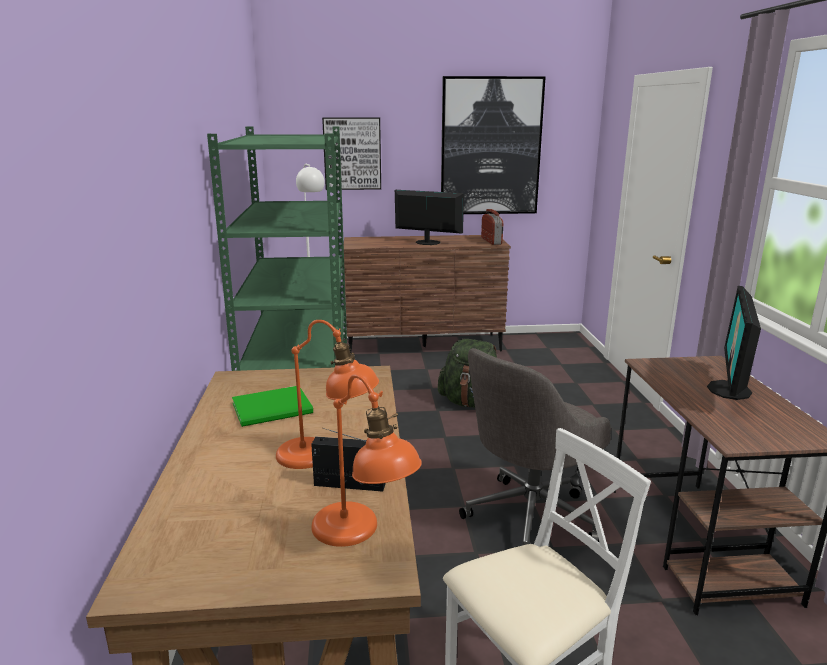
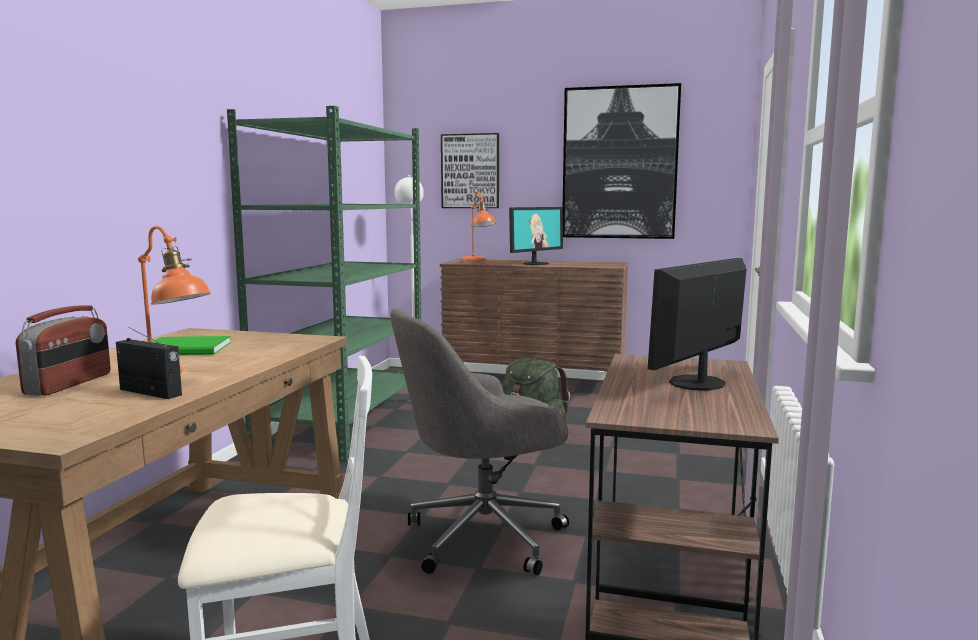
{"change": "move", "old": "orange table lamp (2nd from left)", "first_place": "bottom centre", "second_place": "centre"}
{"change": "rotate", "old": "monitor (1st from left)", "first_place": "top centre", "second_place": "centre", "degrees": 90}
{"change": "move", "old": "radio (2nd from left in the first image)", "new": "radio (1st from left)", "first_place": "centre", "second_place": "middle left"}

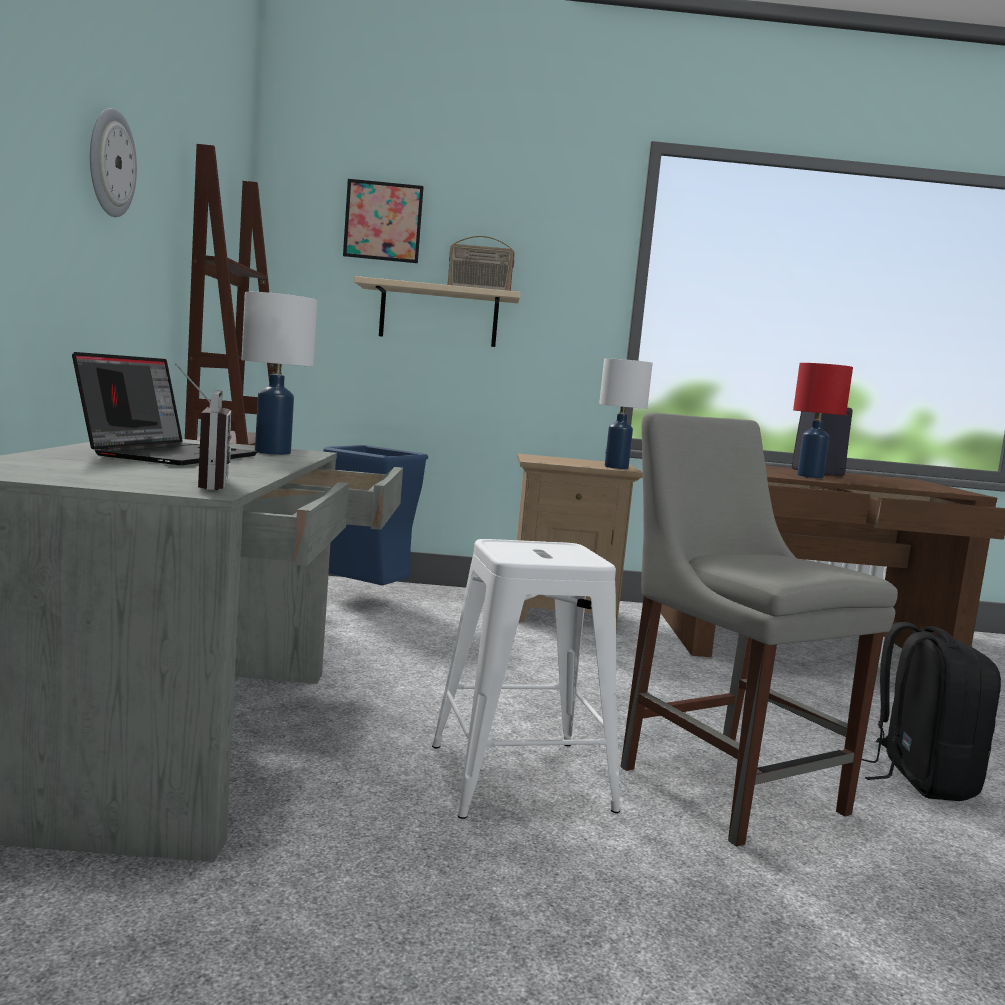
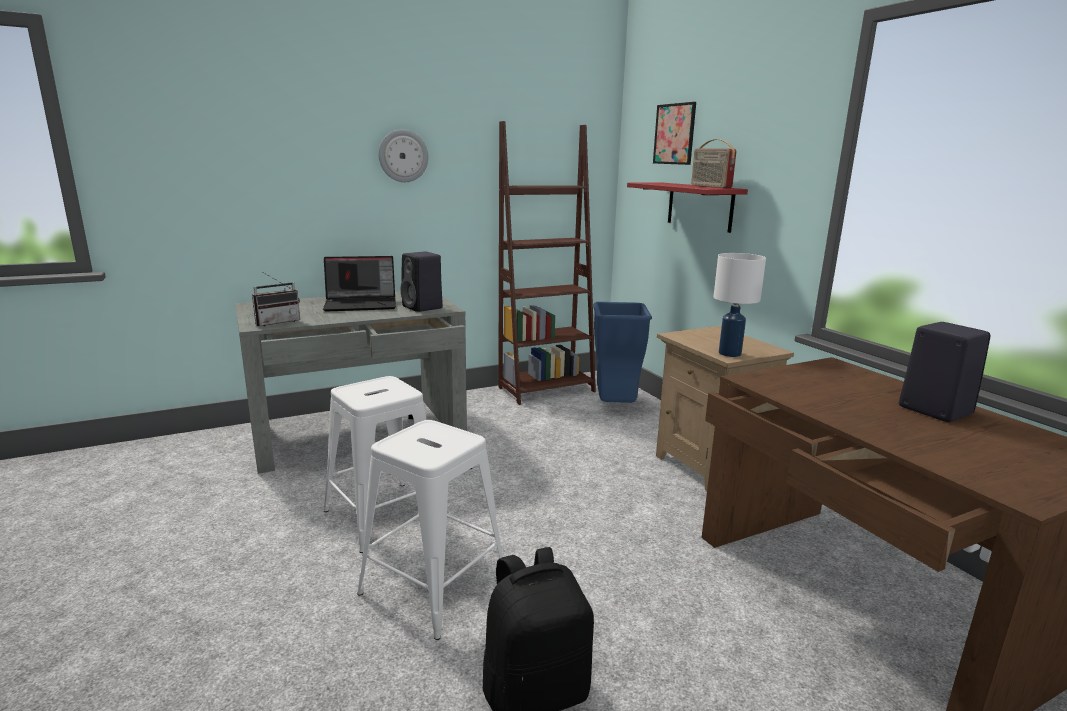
{"change": "replace", "old": "white table lamp (1st from left)", "new": "black speaker (1st from left)", "first_place": "middle left", "second_place": "centre"}
{"change": "recolor", "old": "beige shelf", "new": "red shelf", "first_place": "top centre", "second_place": "top centre"}
{"change": "replace", "old": "grey chair", "new": "white stool (2nd from left)", "first_place": "middle right", "second_place": "bottom centre"}
{"change": "delete", "old": "red table lamp", "first_place": "middle right"}

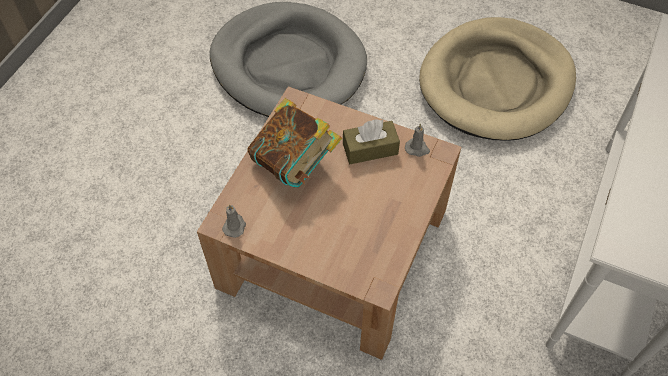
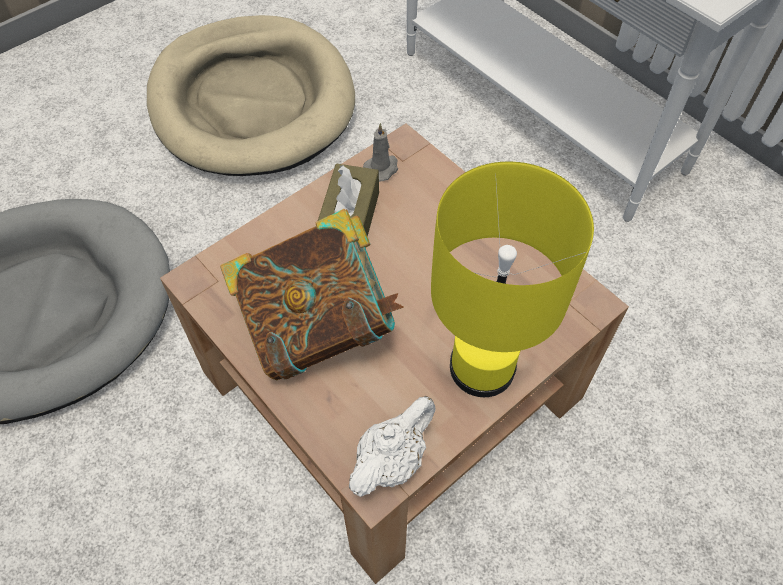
{"change": "replace", "old": "grey candle (1st from left)", "new": "white teapot", "first_place": "centre", "second_place": "bottom centre"}
{"change": "insert", "new": "yellow table lamp", "second_place": "centre"}

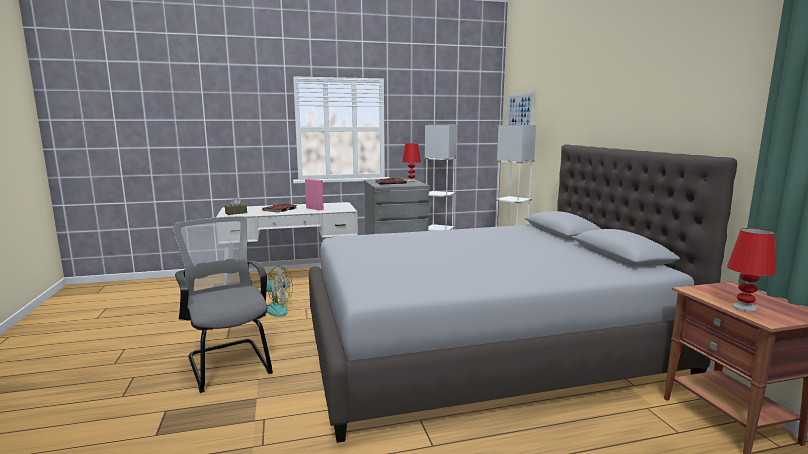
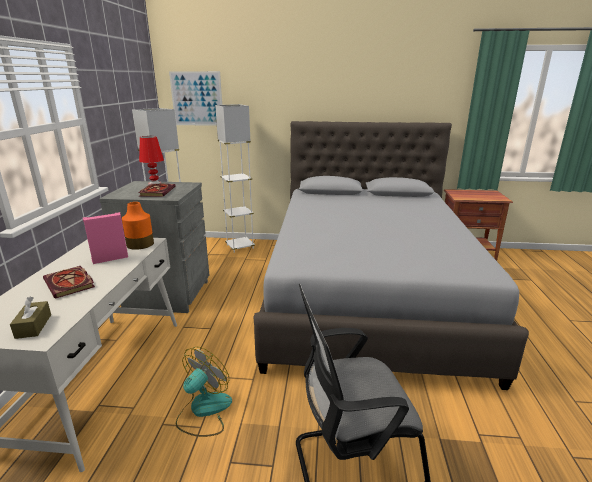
{"change": "delete", "old": "red table lamp (2nd from left)", "first_place": "middle right"}
{"change": "insert", "new": "orange vase", "second_place": "middle left"}

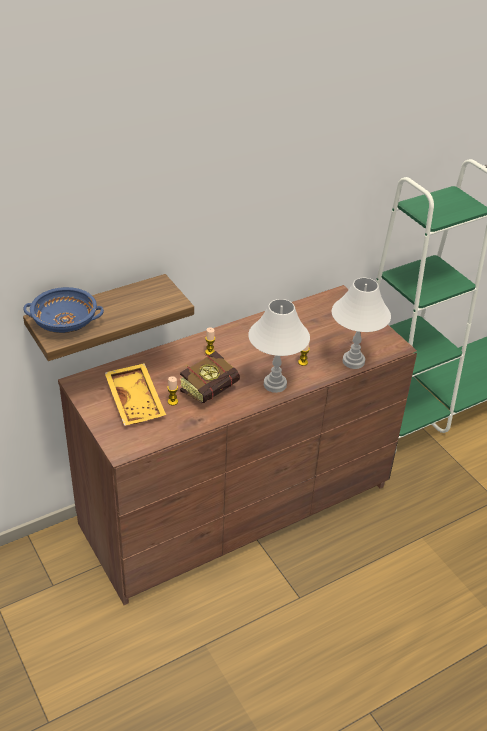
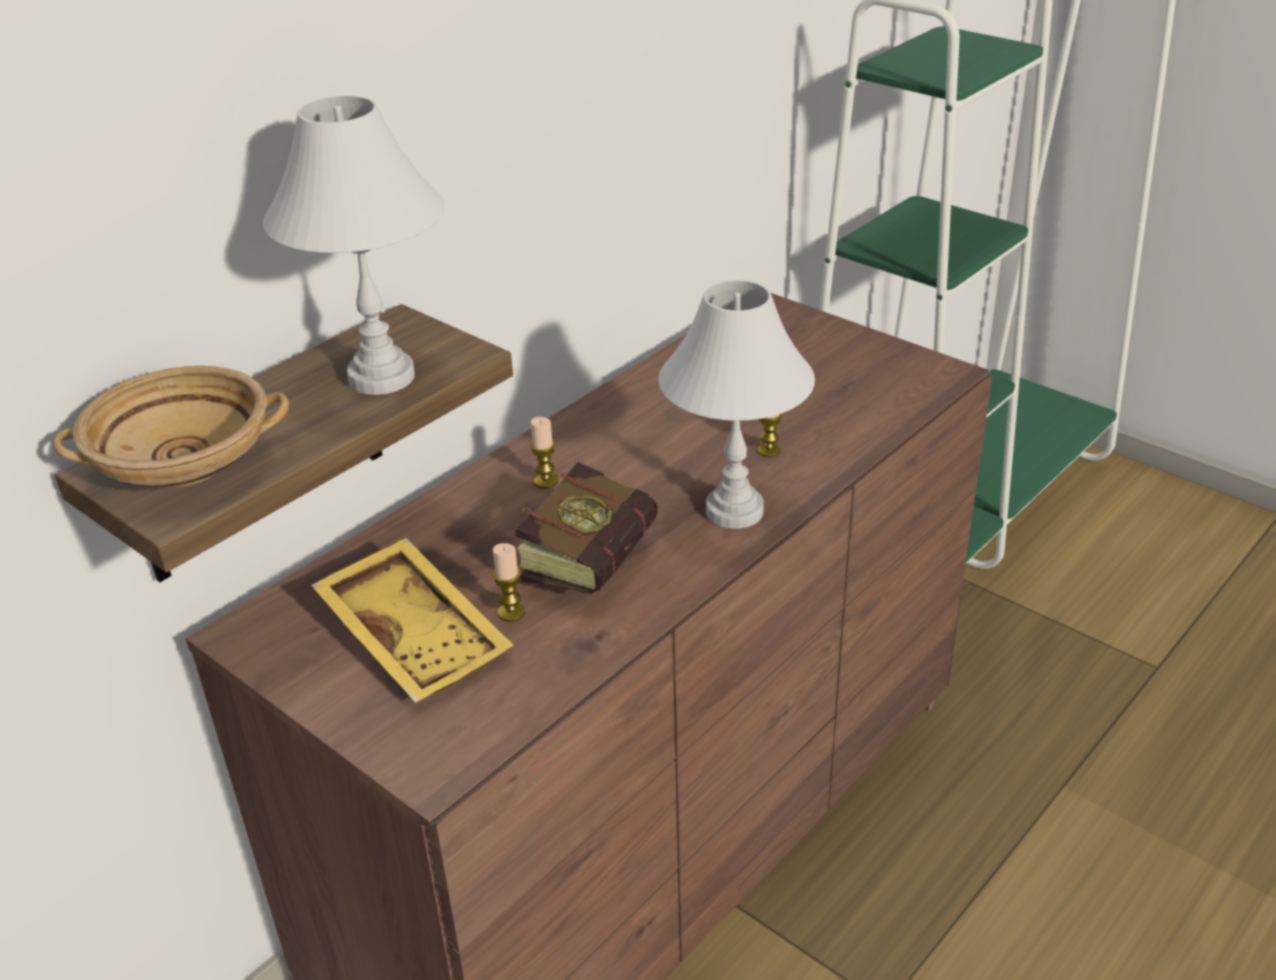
{"change": "recolor", "old": "blue bowl", "new": "beige bowl", "first_place": "middle left", "second_place": "middle left"}
{"change": "move", "old": "white table lamp (2nd from left in the first image)", "new": "white table lamp (1st from left)", "first_place": "middle right", "second_place": "top left"}

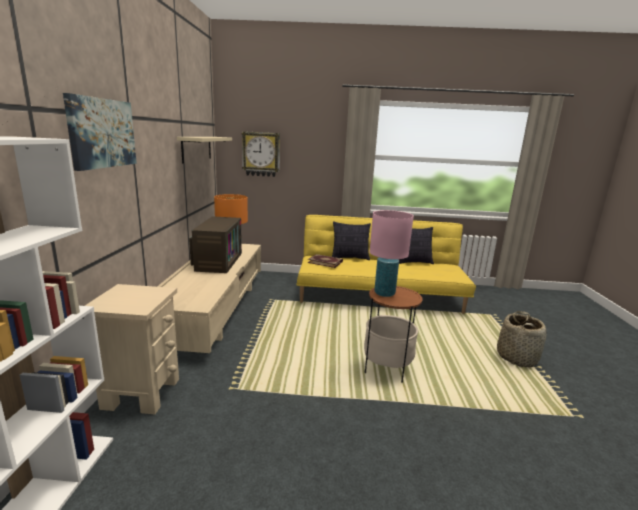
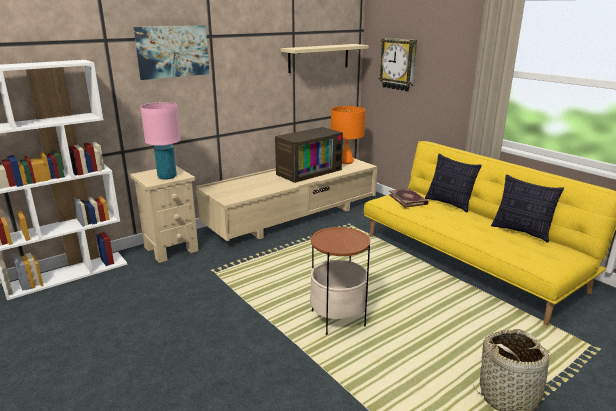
{"change": "move", "old": "pink table lamp", "first_place": "centre", "second_place": "middle left"}

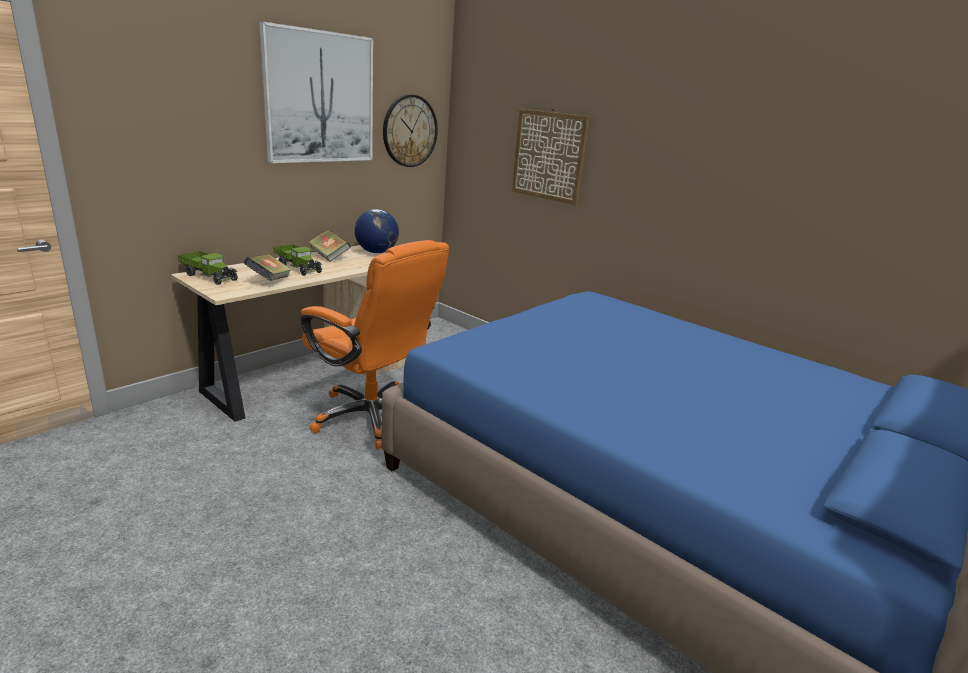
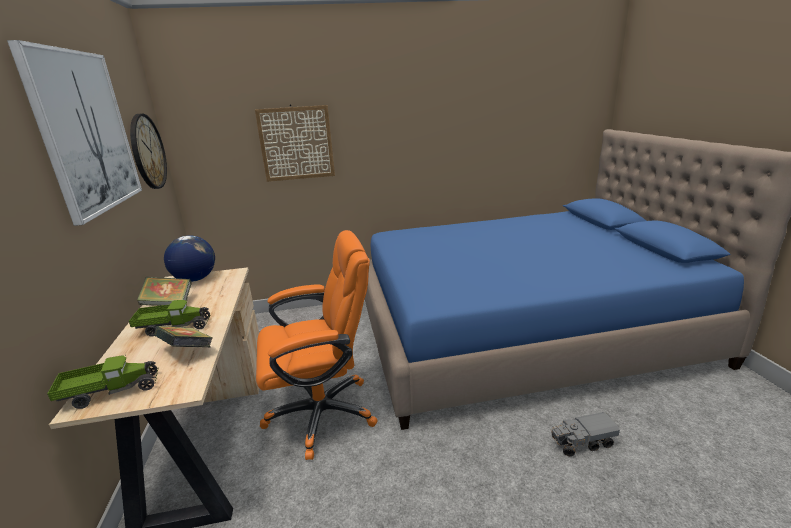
{"change": "insert", "new": "toy truck (3rd from left)", "second_place": "bottom right"}

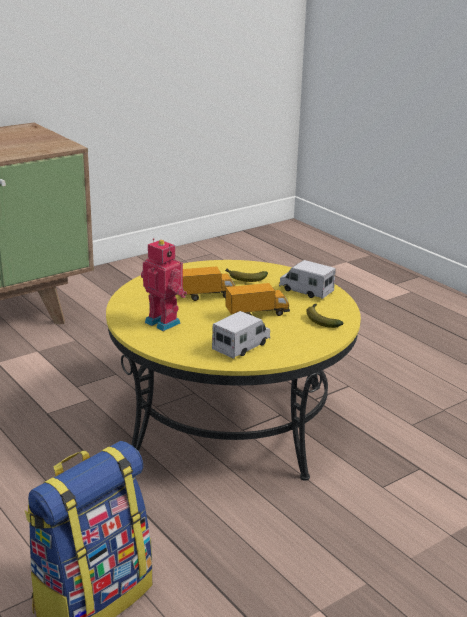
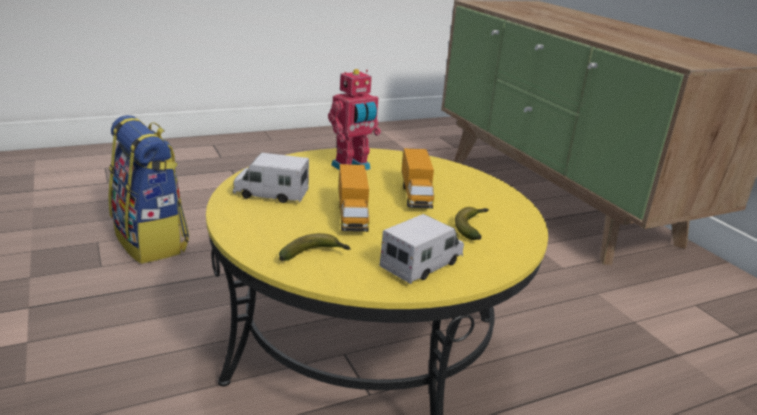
{"change": "rotate", "old": "toy truck (2nd from left in the first image)", "first_place": "centre", "second_place": "centre", "degrees": 135}

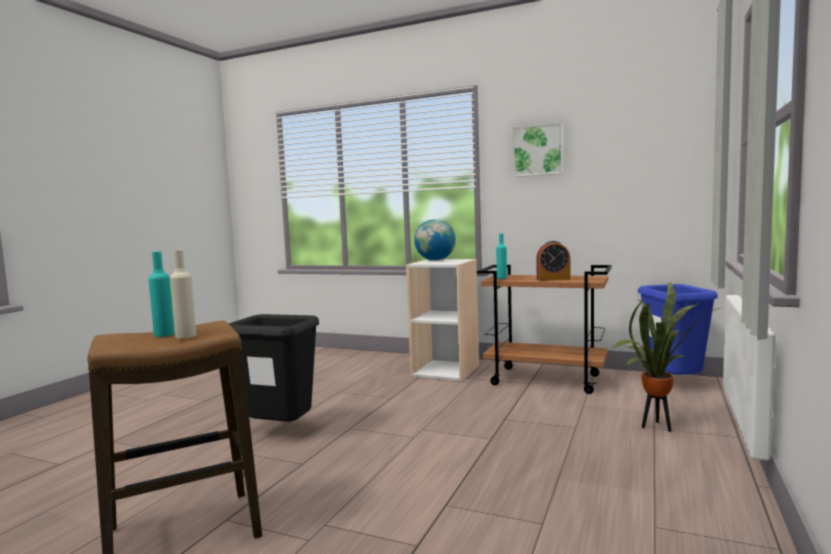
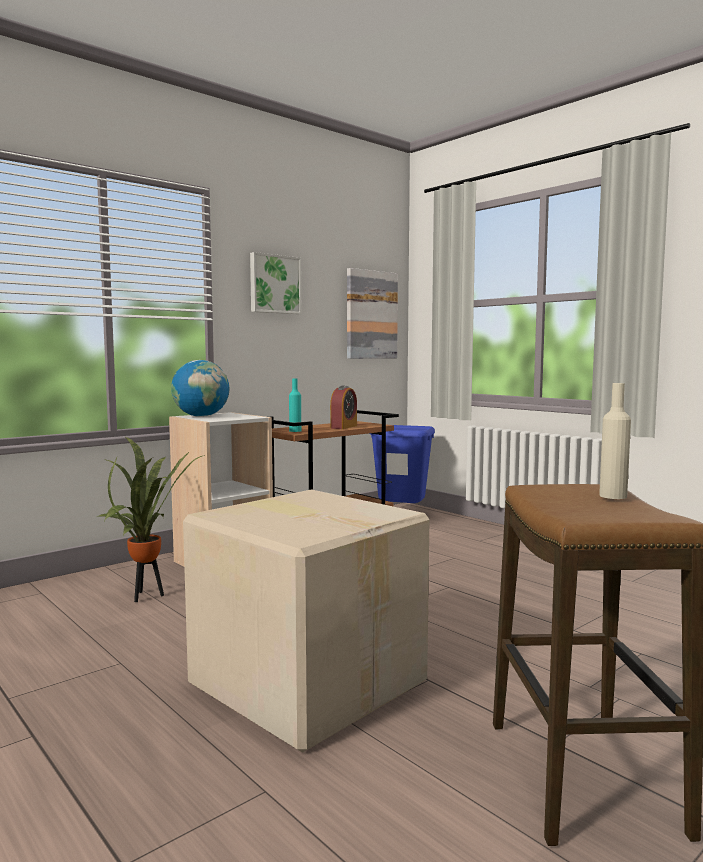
{"change": "delete", "old": "turquoise bottle (1st from left)", "first_place": "middle left"}
{"change": "replace", "old": "black trash can", "new": "cardboard box", "first_place": "middle left", "second_place": "bottom centre"}
{"change": "move", "old": "potted plant", "first_place": "middle right", "second_place": "middle left"}
{"change": "insert", "new": "picture (2nd from left)", "second_place": "centre"}

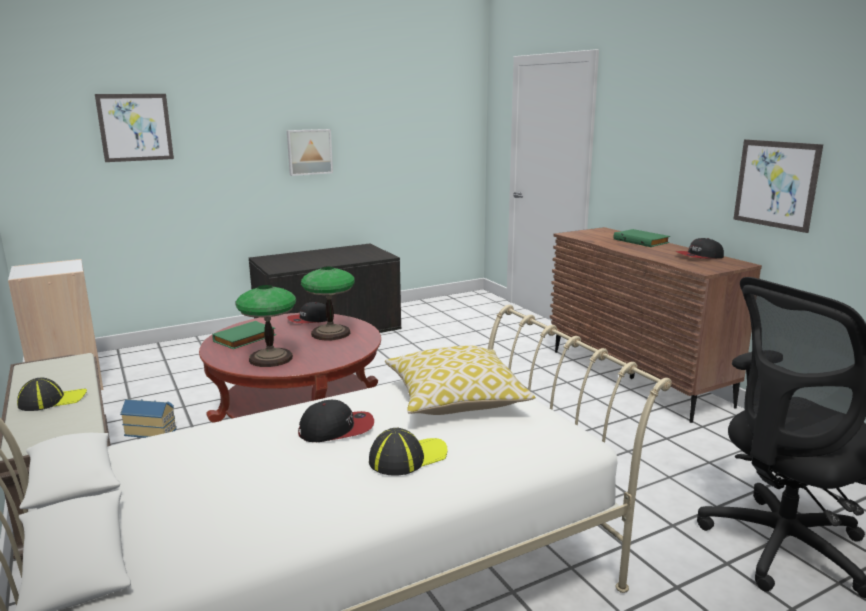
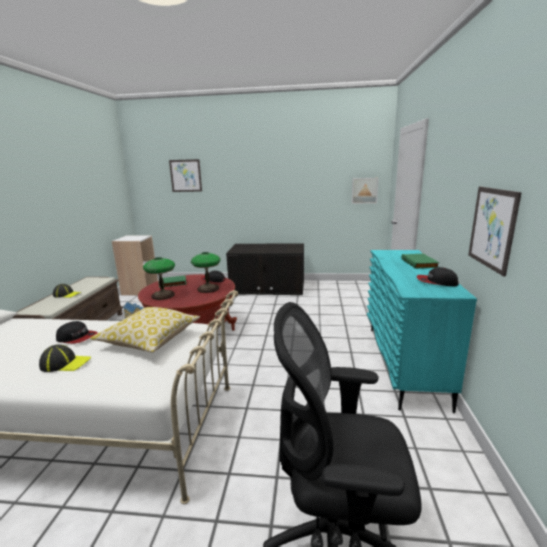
{"change": "move", "old": "picture (2nd from left)", "first_place": "top centre", "second_place": "middle right"}
{"change": "recolor", "old": "brown dresser", "new": "turquoise dresser", "first_place": "middle right", "second_place": "middle right"}

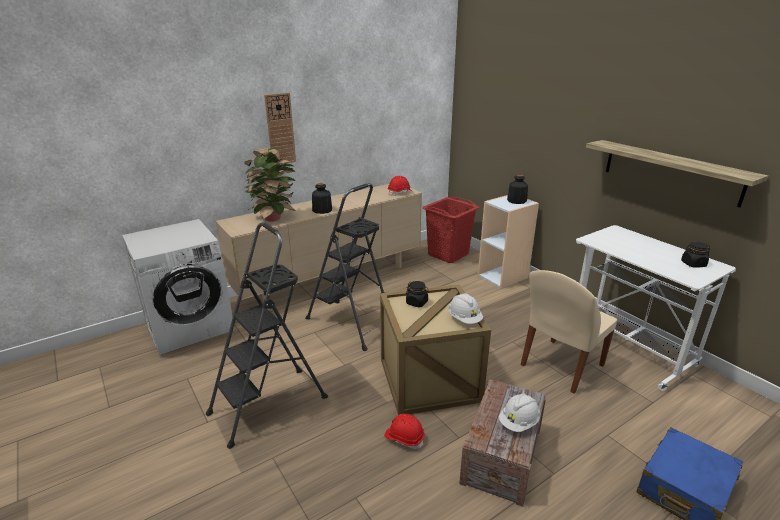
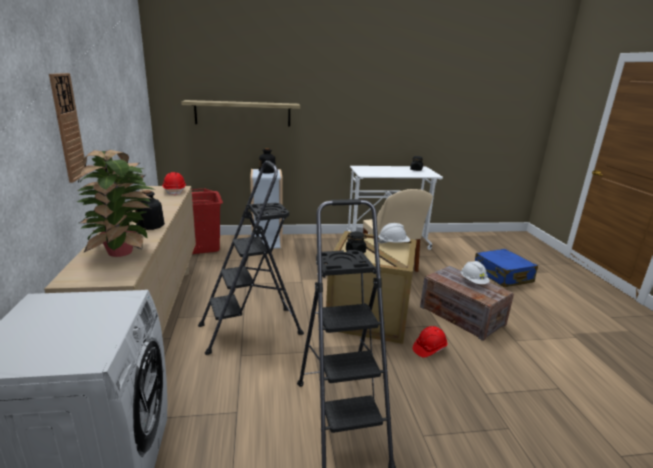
{"change": "move", "old": "shelf", "first_place": "middle right", "second_place": "top centre"}

